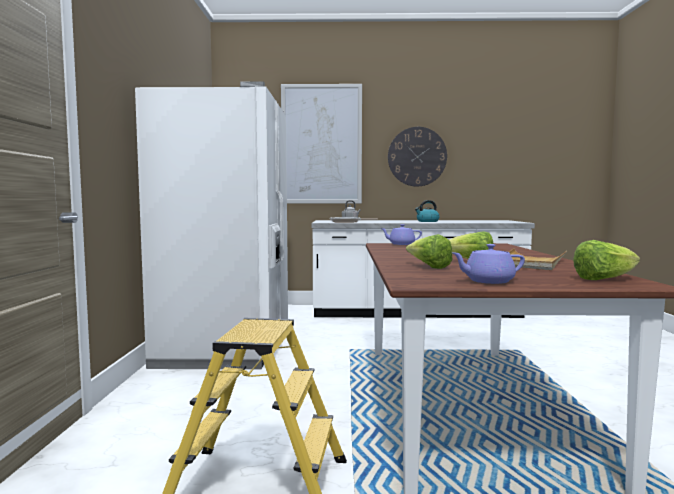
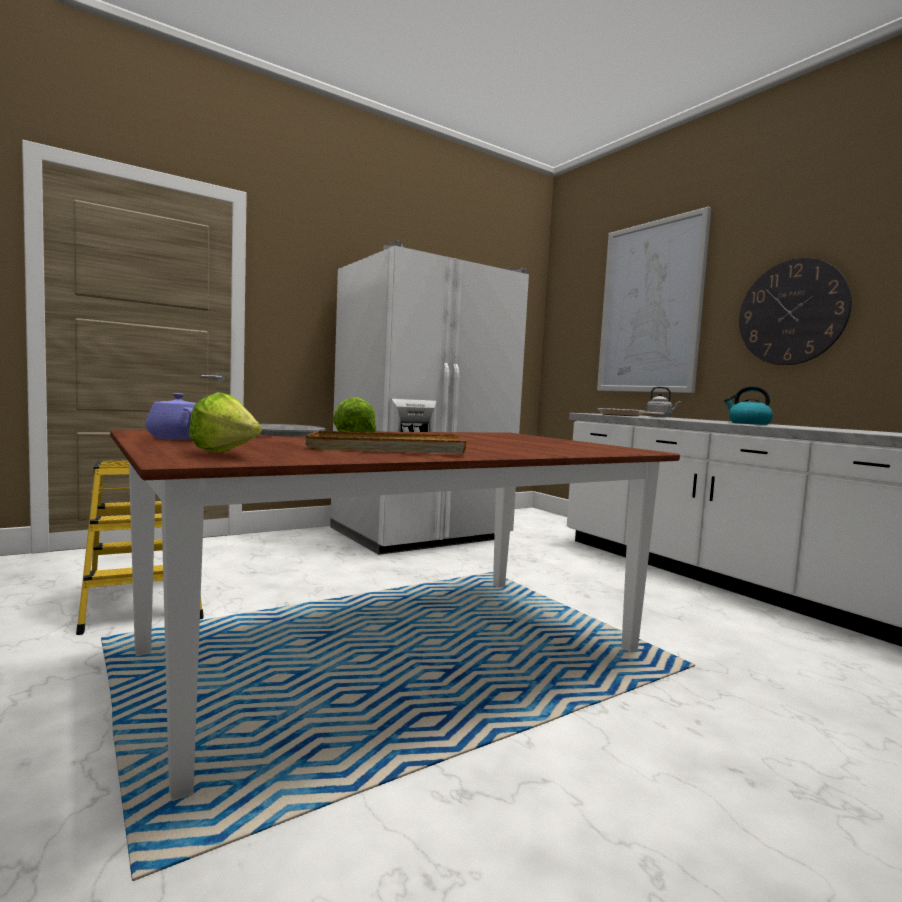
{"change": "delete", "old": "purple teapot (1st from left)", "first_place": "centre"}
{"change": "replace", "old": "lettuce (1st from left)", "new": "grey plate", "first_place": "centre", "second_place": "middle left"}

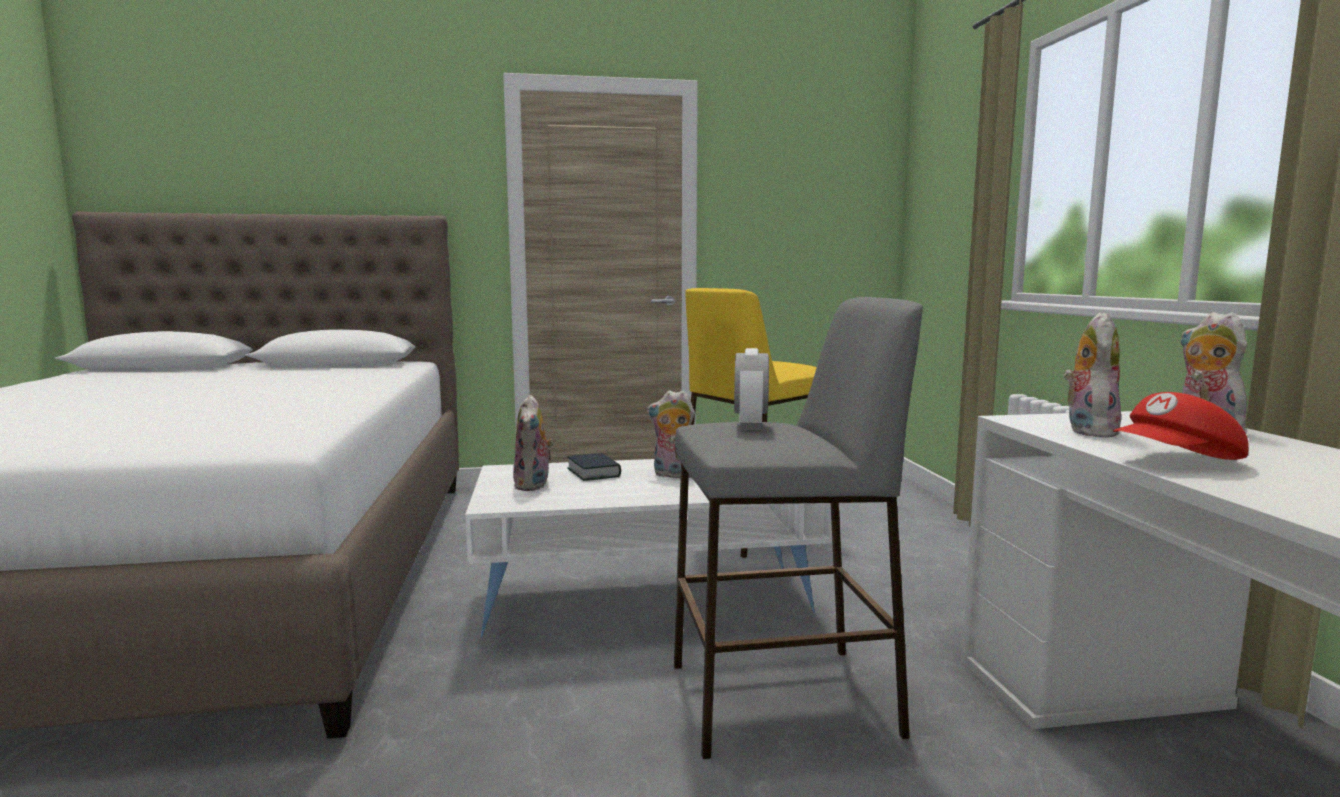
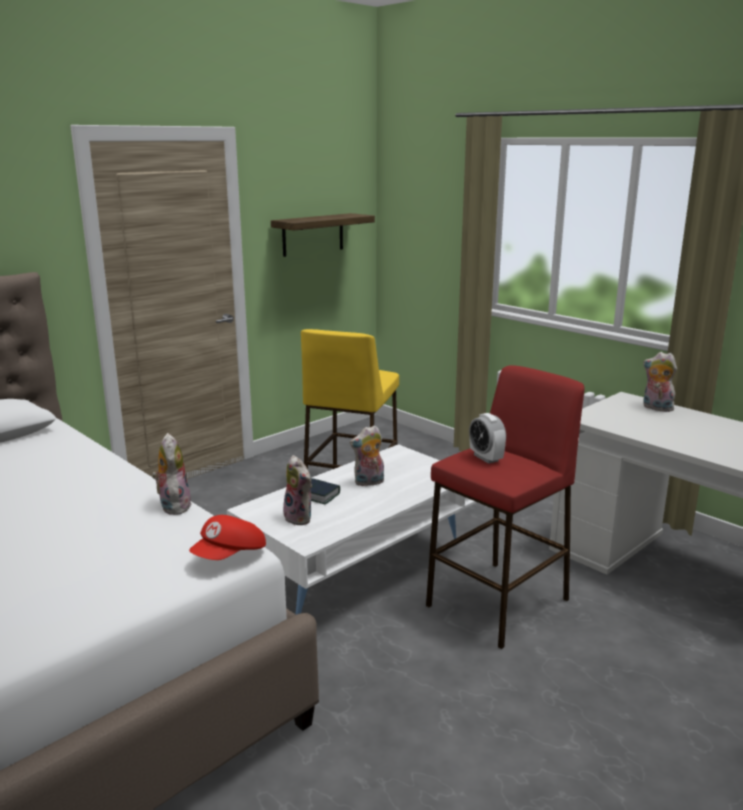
{"change": "recolor", "old": "grey stool", "new": "red stool", "first_place": "centre", "second_place": "middle right"}
{"change": "move", "old": "plush toy (3rd from left in the first image)", "new": "plush toy (1st from left)", "first_place": "middle right", "second_place": "middle left"}
{"change": "move", "old": "red cap", "first_place": "middle right", "second_place": "middle left"}
{"change": "insert", "new": "shelf", "second_place": "top centre"}

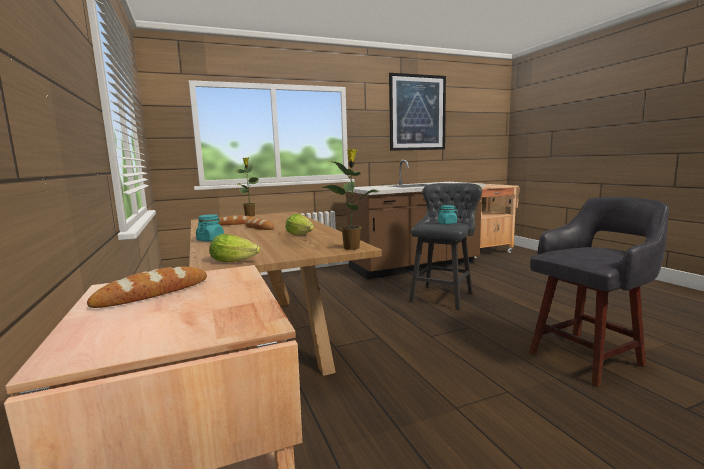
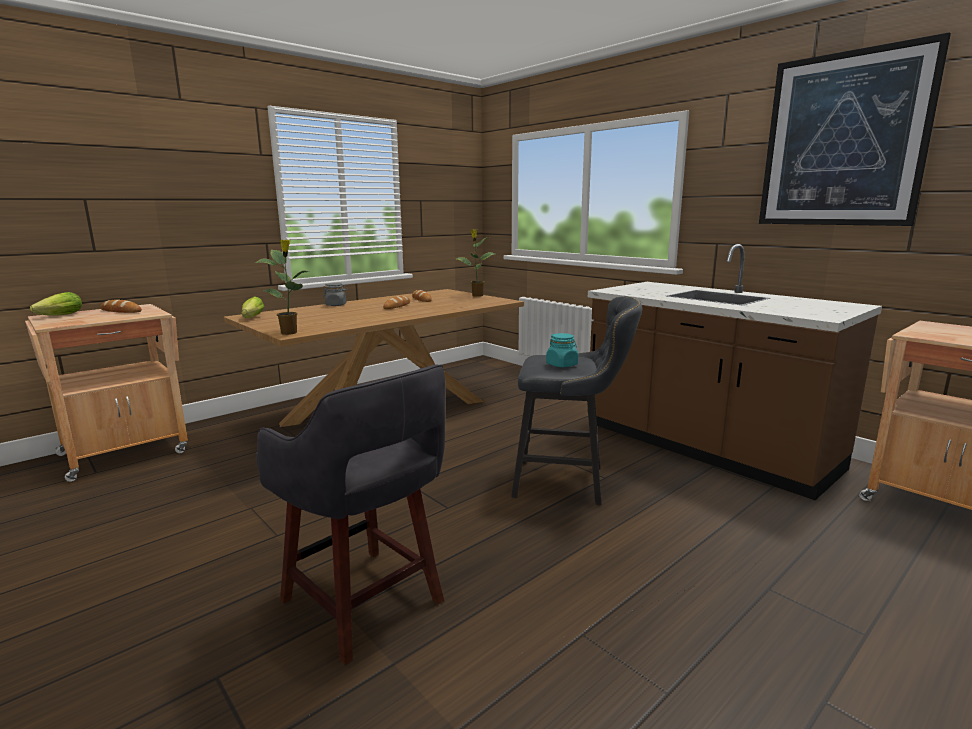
{"change": "recolor", "old": "turquoise jar (1st from left)", "new": "grey jar", "first_place": "middle left", "second_place": "centre"}
{"change": "move", "old": "lettuce (2nd from left in the first image)", "new": "lettuce (1st from left)", "first_place": "centre", "second_place": "middle left"}

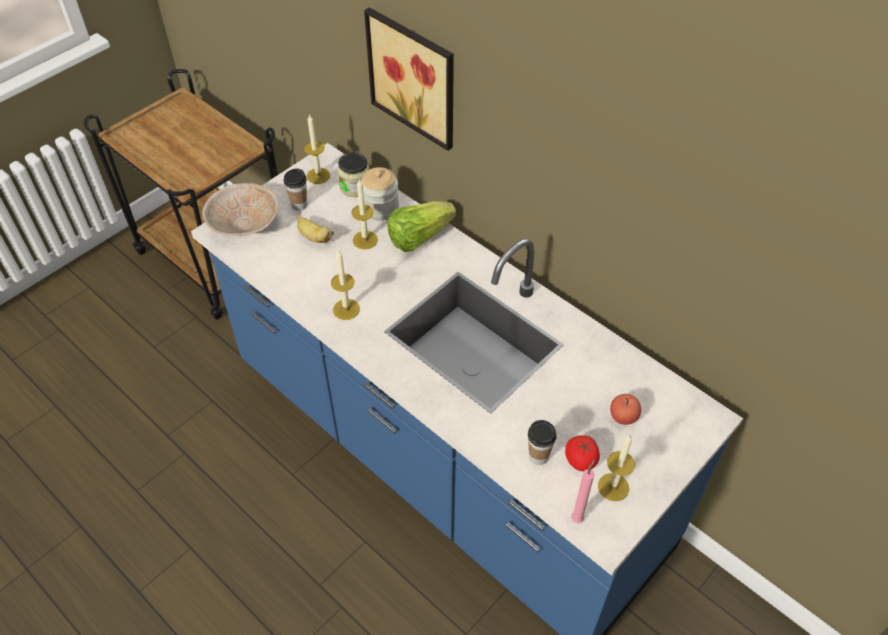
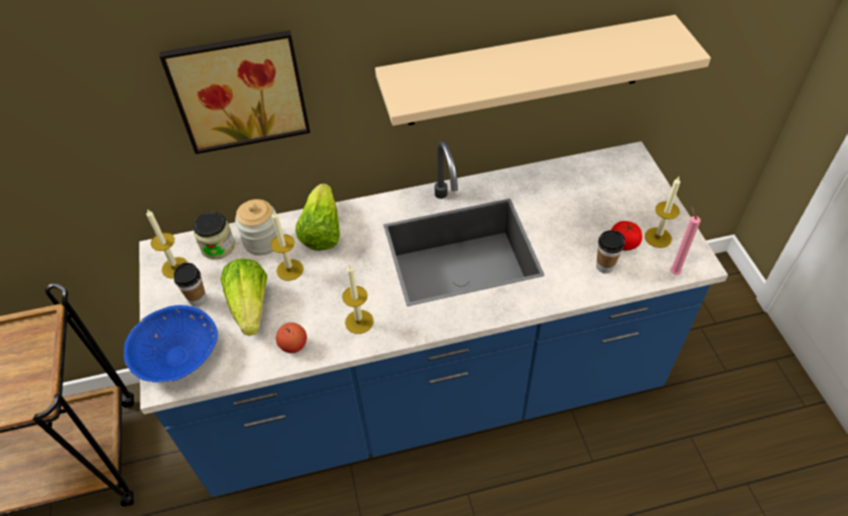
{"change": "recolor", "old": "beige bowl", "new": "blue bowl", "first_place": "top left", "second_place": "middle left"}
{"change": "replace", "old": "banana", "new": "lettuce (1st from left)", "first_place": "centre", "second_place": "middle left"}
{"change": "move", "old": "apple", "first_place": "middle right", "second_place": "centre"}
{"change": "insert", "new": "beige shelf", "second_place": "top centre"}

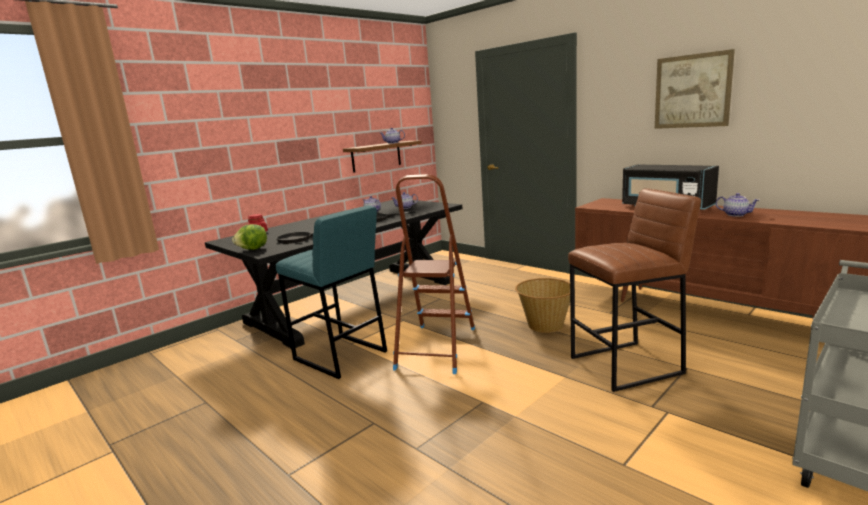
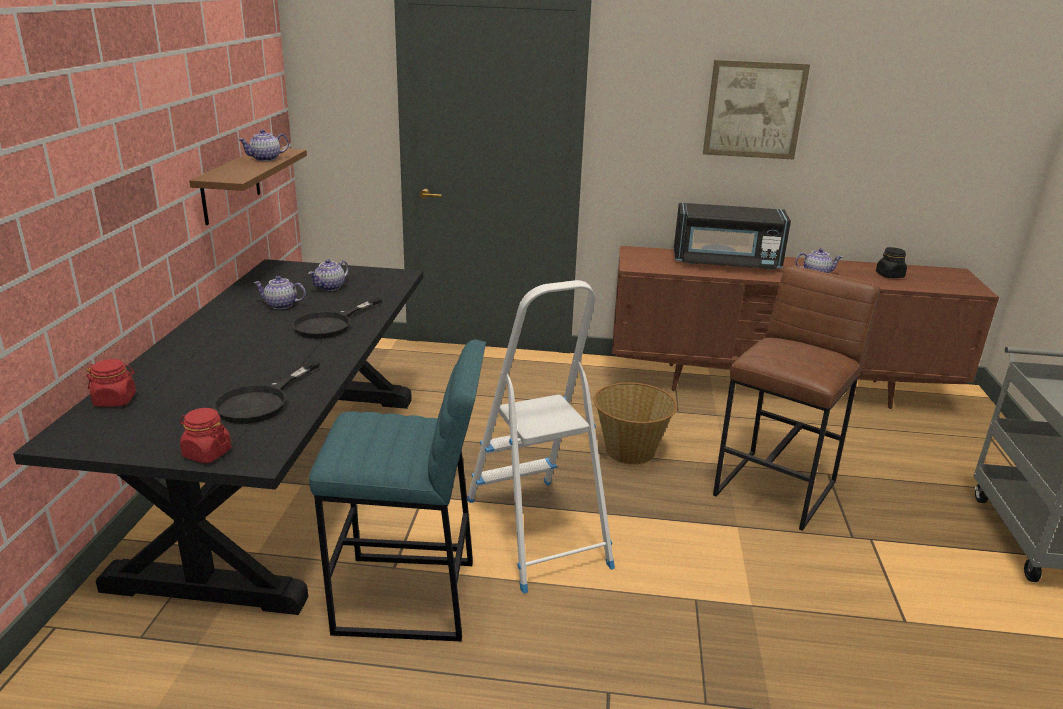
{"change": "replace", "old": "lettuce", "new": "red jar (2nd from left)", "first_place": "middle left", "second_place": "middle left"}
{"change": "recolor", "old": "brown step ladder", "new": "white step ladder", "first_place": "centre", "second_place": "centre"}
{"change": "insert", "new": "black jar", "second_place": "middle right"}

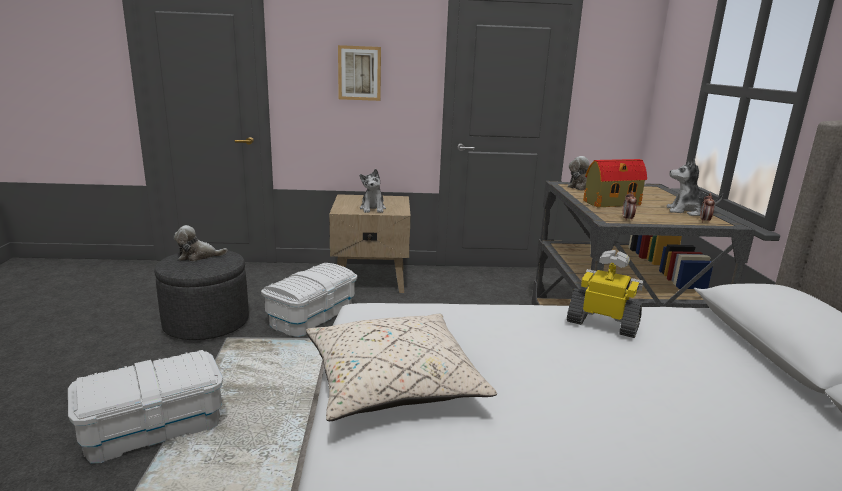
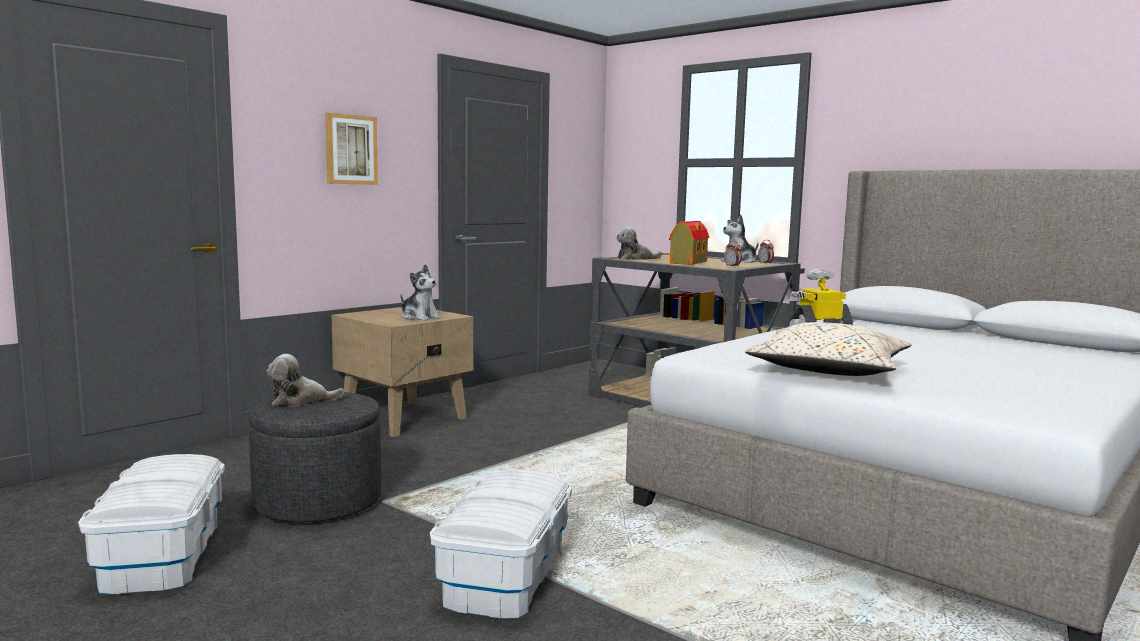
{"change": "rotate", "old": "plush toy (1st from left)", "first_place": "middle left", "second_place": "middle left", "degrees": 45}
{"change": "move", "old": "white storage box (2nd from left in the first image)", "new": "white storage box (1st from left)", "first_place": "centre", "second_place": "bottom left"}

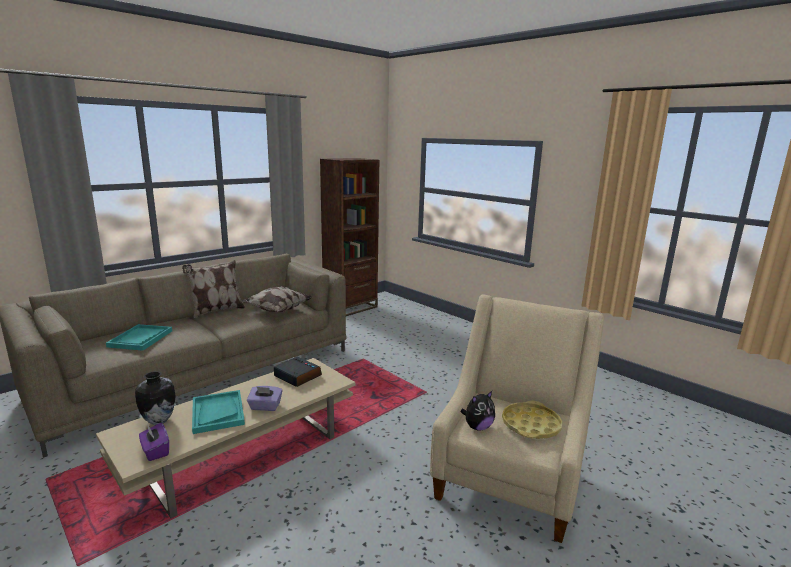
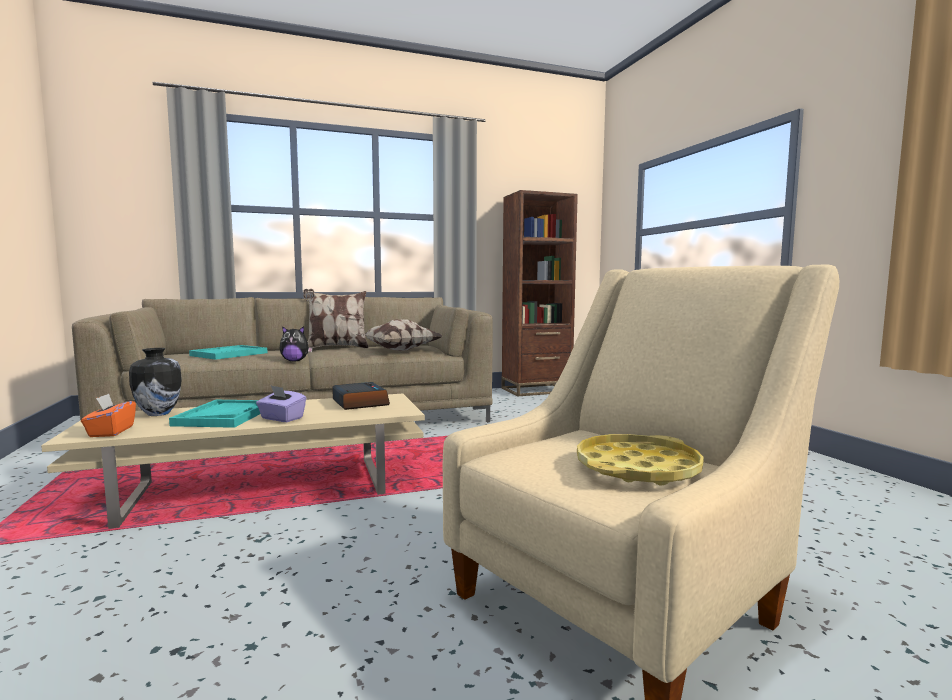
{"change": "recolor", "old": "purple tissue box (1st from left)", "new": "orange tissue box", "first_place": "bottom left", "second_place": "middle left"}
{"change": "move", "old": "plush toy", "first_place": "bottom centre", "second_place": "middle left"}

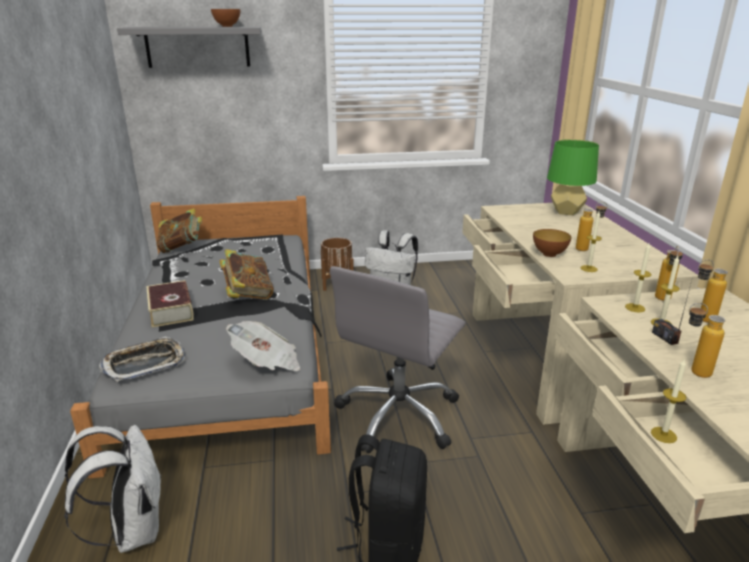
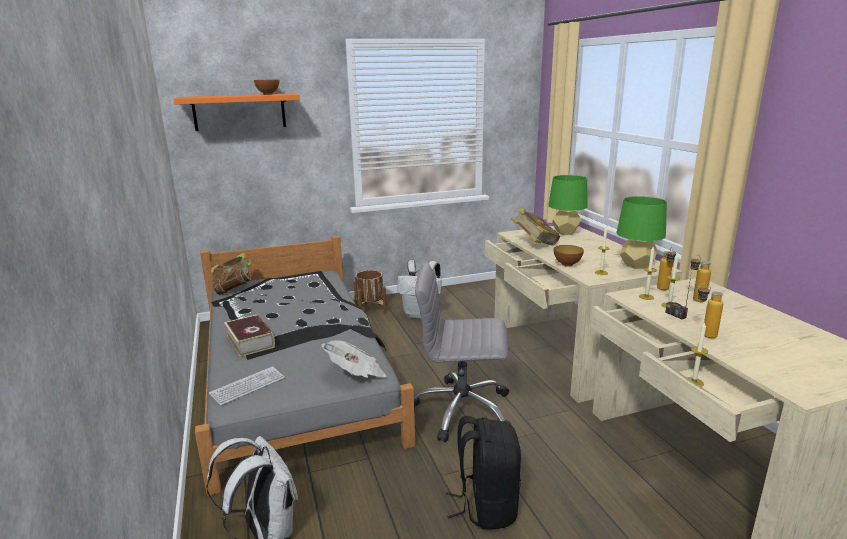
{"change": "replace", "old": "tray", "new": "keyboard", "first_place": "middle left", "second_place": "bottom left"}
{"change": "recolor", "old": "grey shelf", "new": "orange shelf", "first_place": "top left", "second_place": "top left"}
{"change": "move", "old": "book (3rd from left)", "first_place": "middle left", "second_place": "centre"}
{"change": "rotate", "old": "grey office chair", "first_place": "centre", "second_place": "centre", "degrees": 75}
{"change": "delete", "old": "bottle (1st from left)", "first_place": "middle right"}
{"change": "insert", "new": "green table lamp (2nd from left)", "second_place": "middle right"}

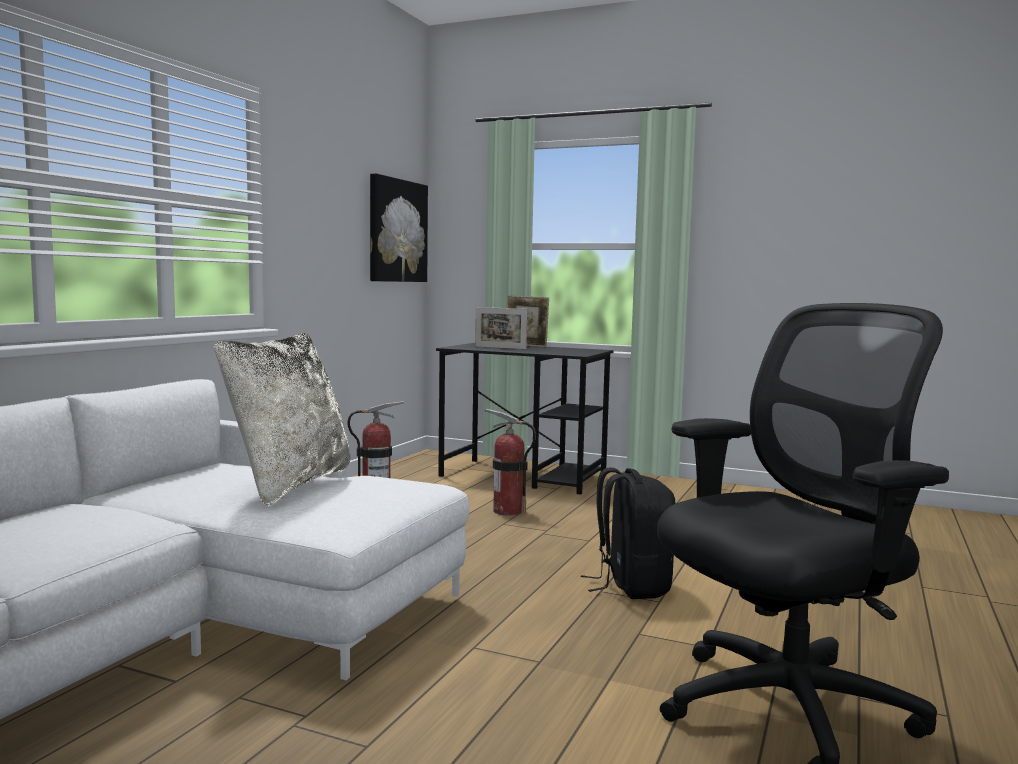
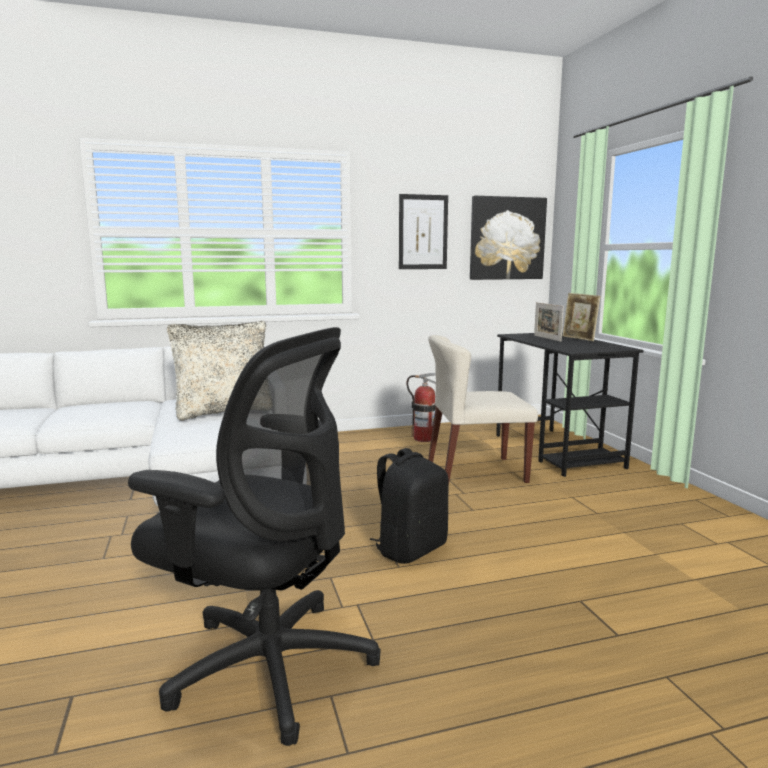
{"change": "replace", "old": "fire extinguisher (2nd from left)", "new": "beige chair", "first_place": "centre", "second_place": "centre"}
{"change": "insert", "new": "picture (1st from left)", "second_place": "top centre"}

